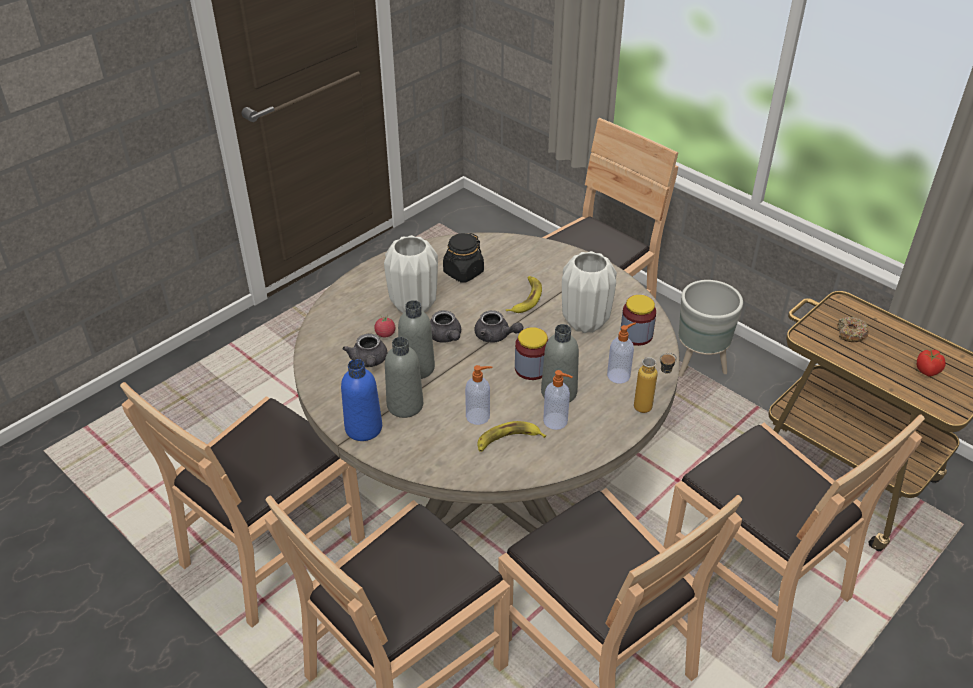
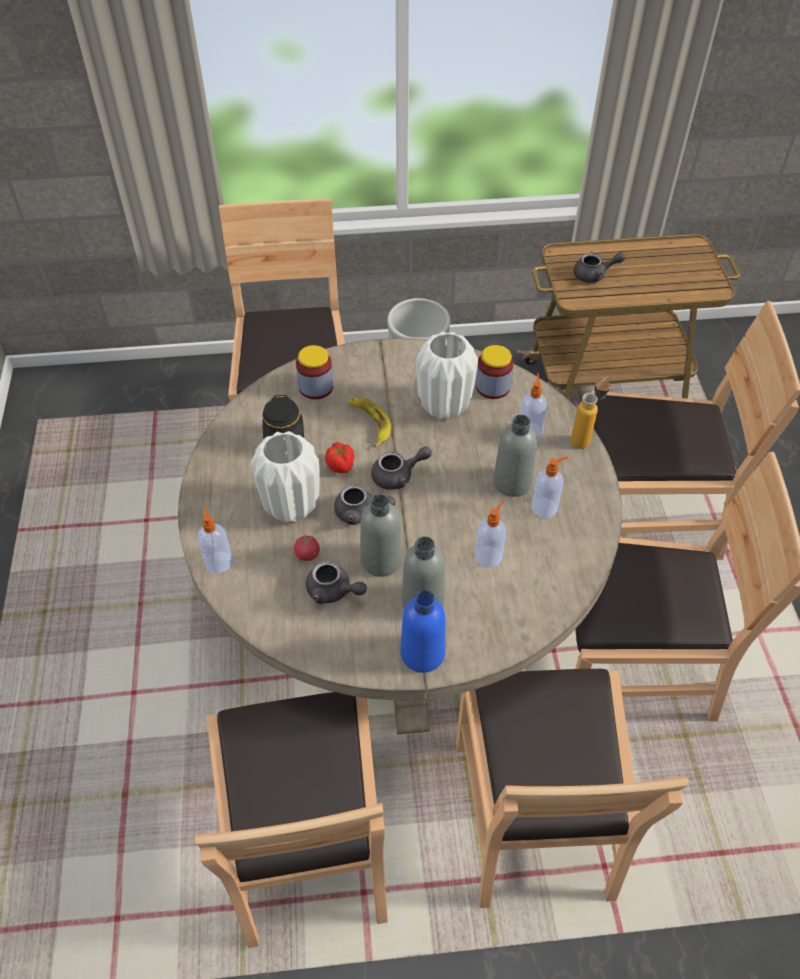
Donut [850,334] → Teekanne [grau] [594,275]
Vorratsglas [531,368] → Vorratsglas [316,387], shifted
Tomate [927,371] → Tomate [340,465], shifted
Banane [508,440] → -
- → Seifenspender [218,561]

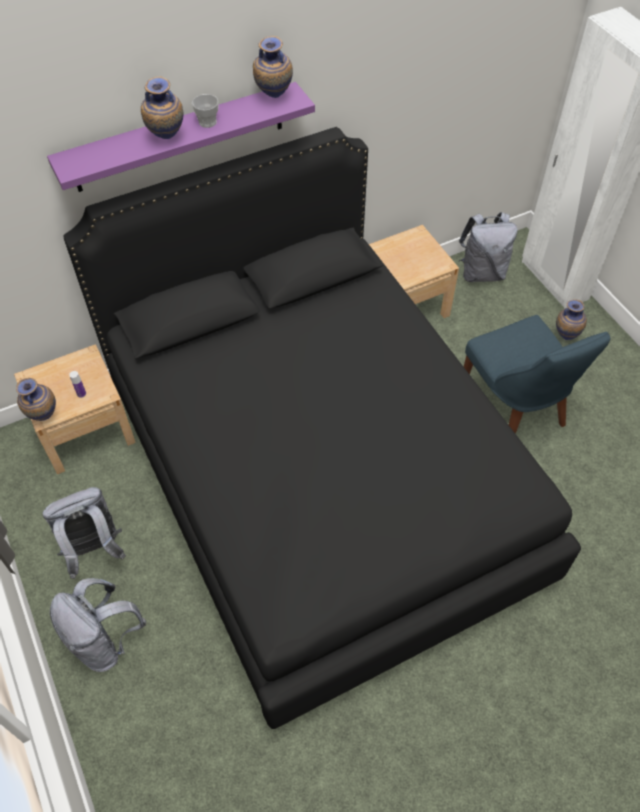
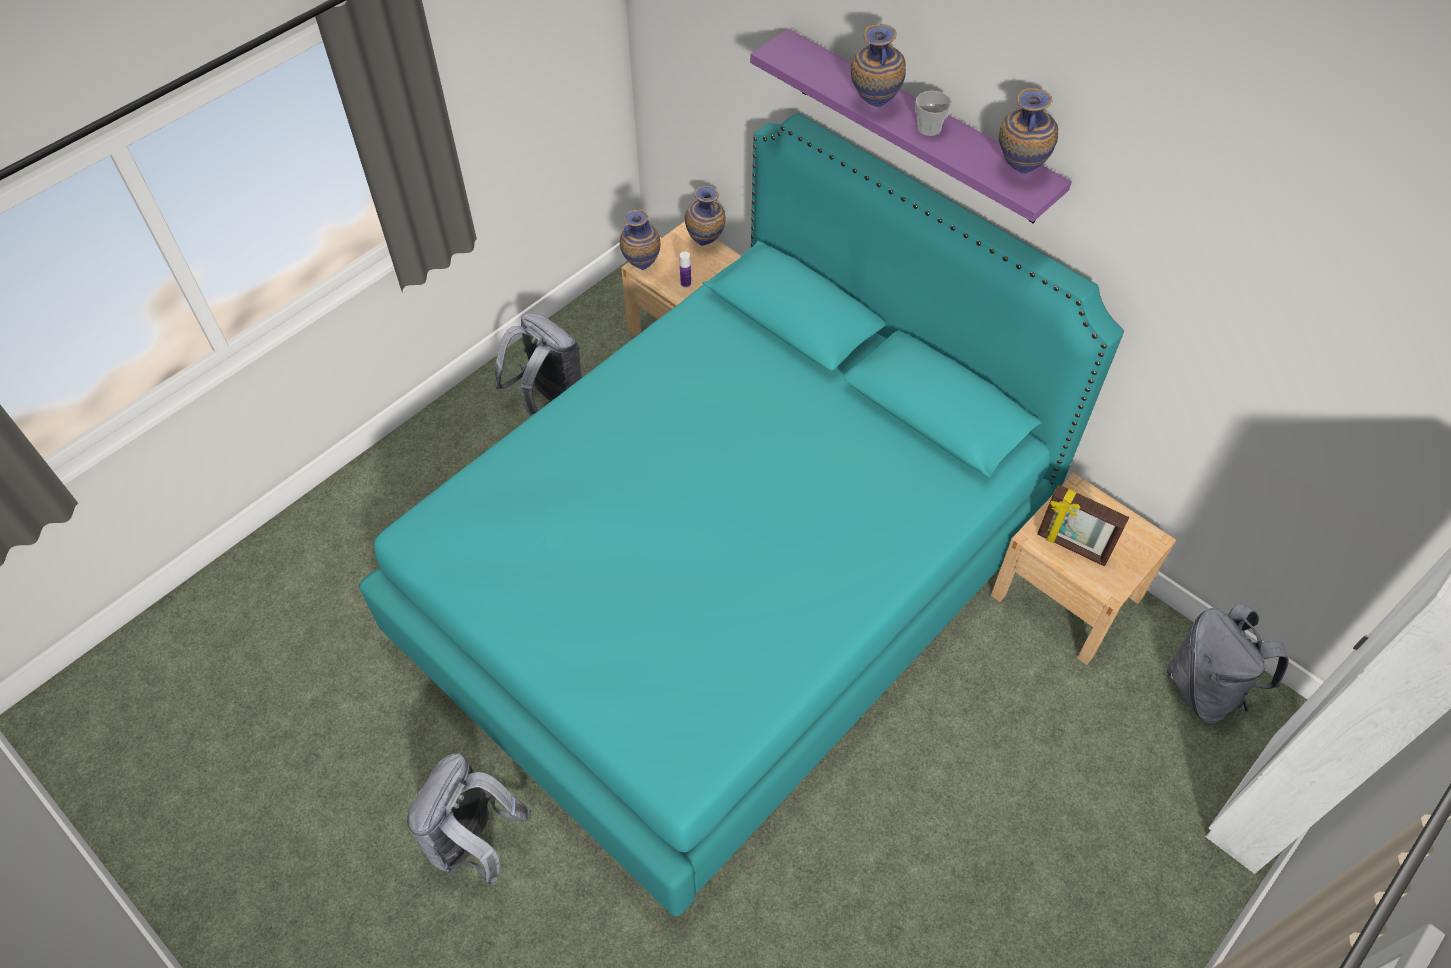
Bett [schwarz] [319,479] → Bett [türkis] [726,583]
Vase [565,336] → Vase [706,243], shifted
Stuhl [blau] [514,409] → -
Rucksack [grau] [105,641] → Rucksack [grau] [475,842], shifted
- → Bilderrahmen [1072,547]

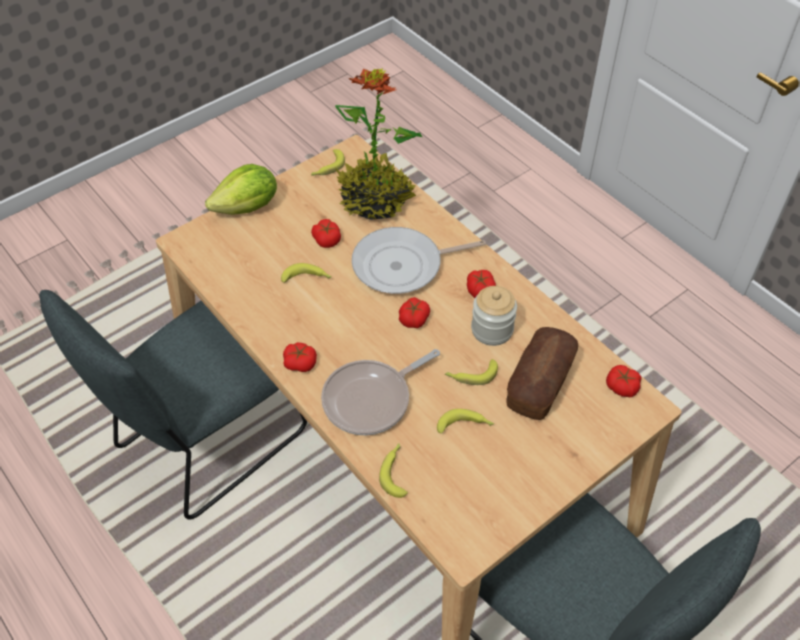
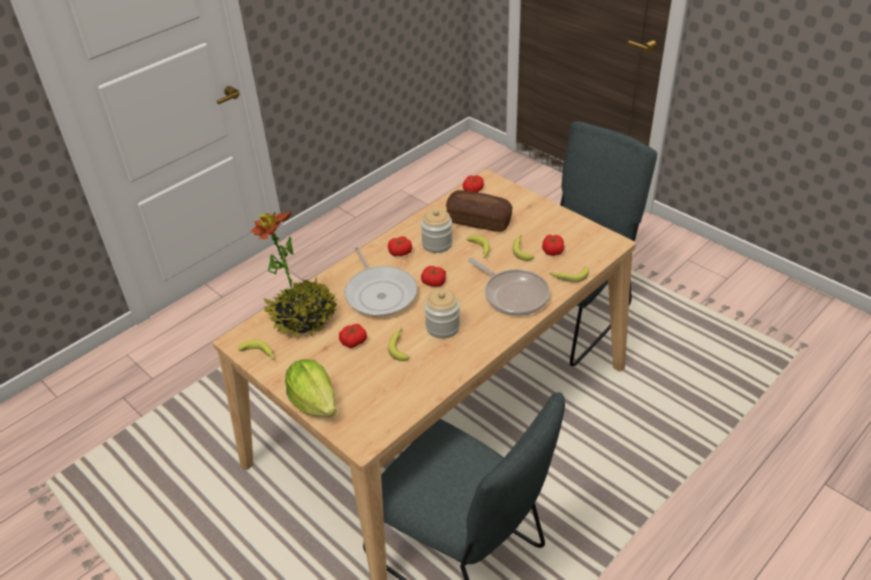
Tomate [300,363] → Tomate [552,250], shifted
- → Vorratsglas [443,327]

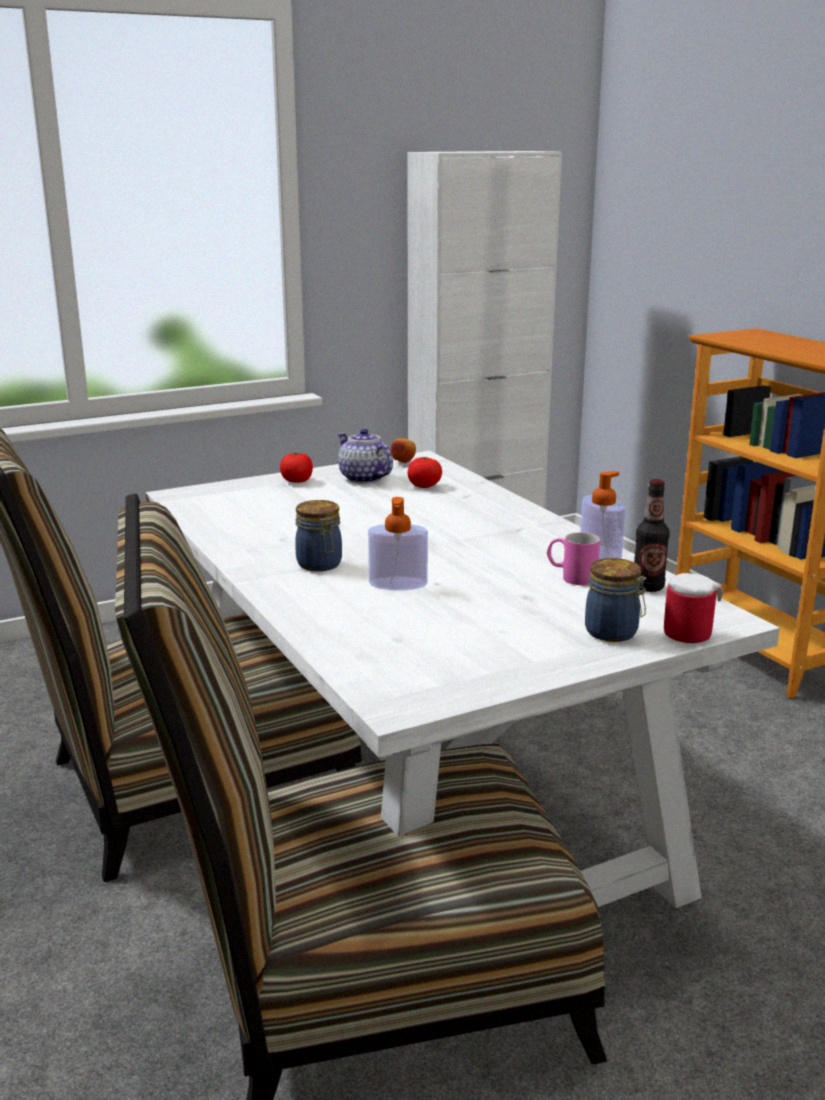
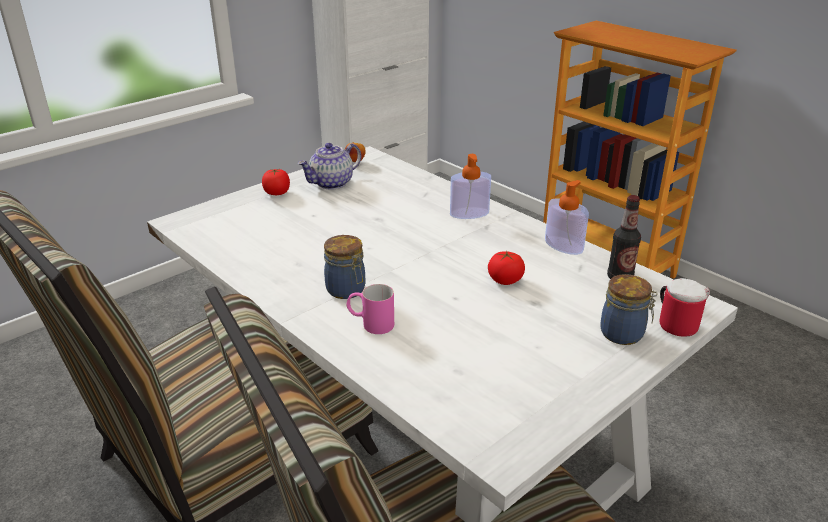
Teekanne [363,478] → Teekanne [331,183], 75 degrees counterclockwise
Tomate [424,486] → Tomate [505,280], shifted
Seifenspender [398,584] → Seifenspender [469,213], shifted
Henkelbecher [rosa] [571,577] → Henkelbecher [rosa] [370,324], shifted

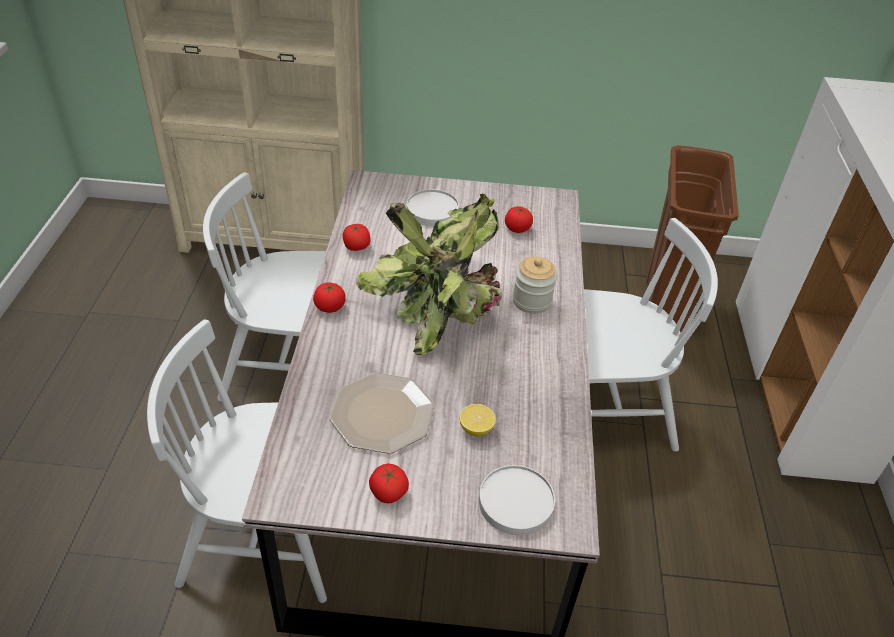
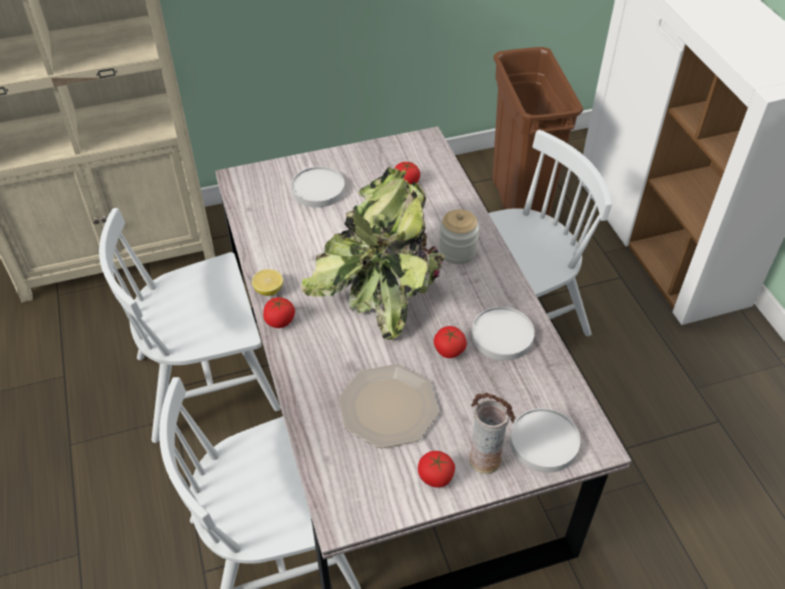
Tomate [356,247] → Tomate [449,350], shifted
Zitrone [476,428] → Zitrone [268,290], shifted
- → Teller [weiß] [502,336]
- → Vase [485,459]

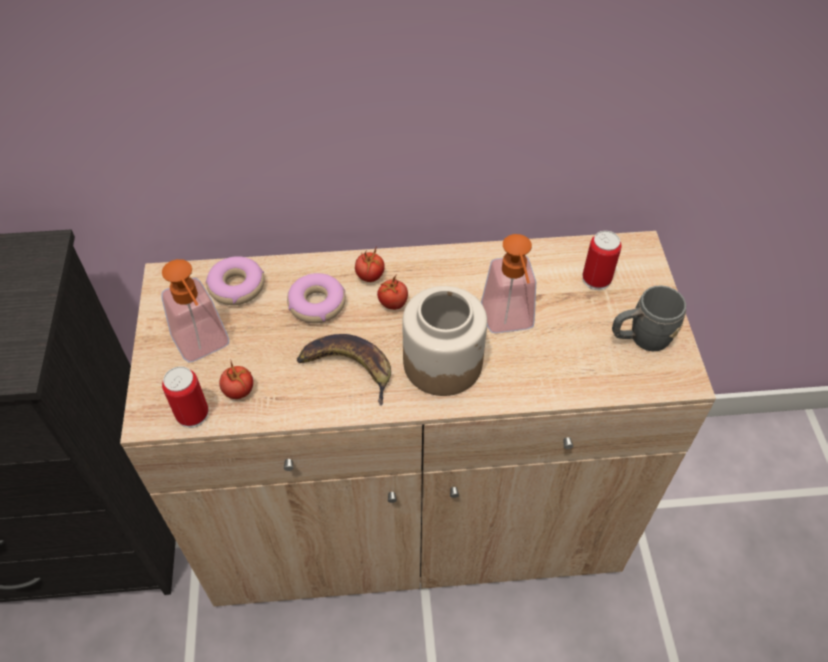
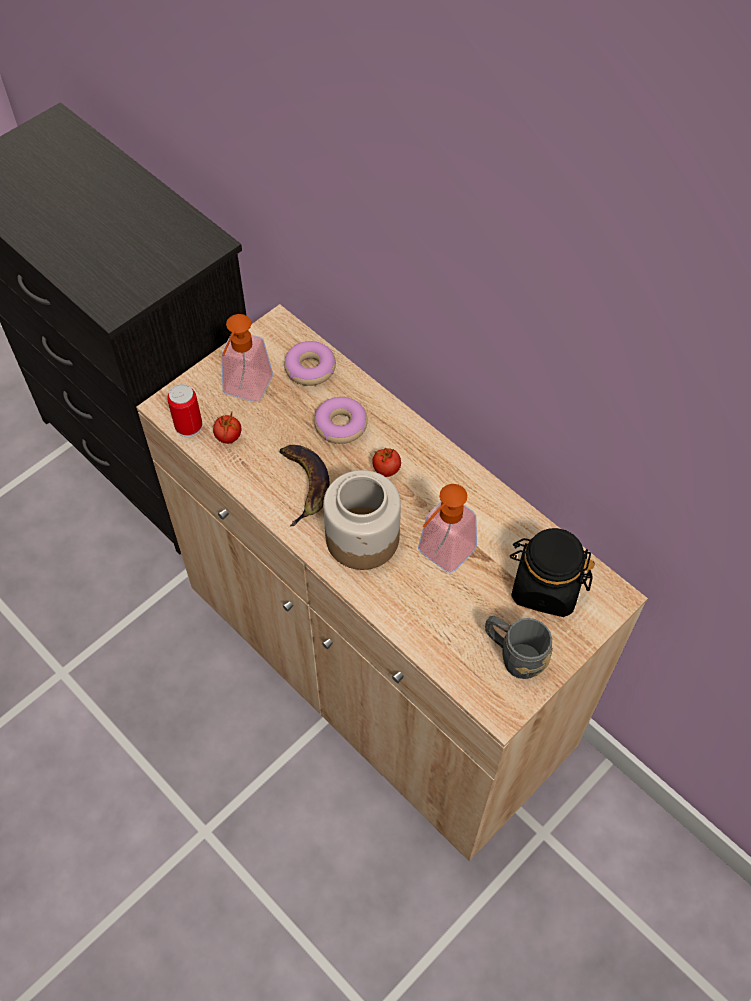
Dose [596,279] → Vorratsglas [schwarz] [545,587]
Tomate [370,276] → -

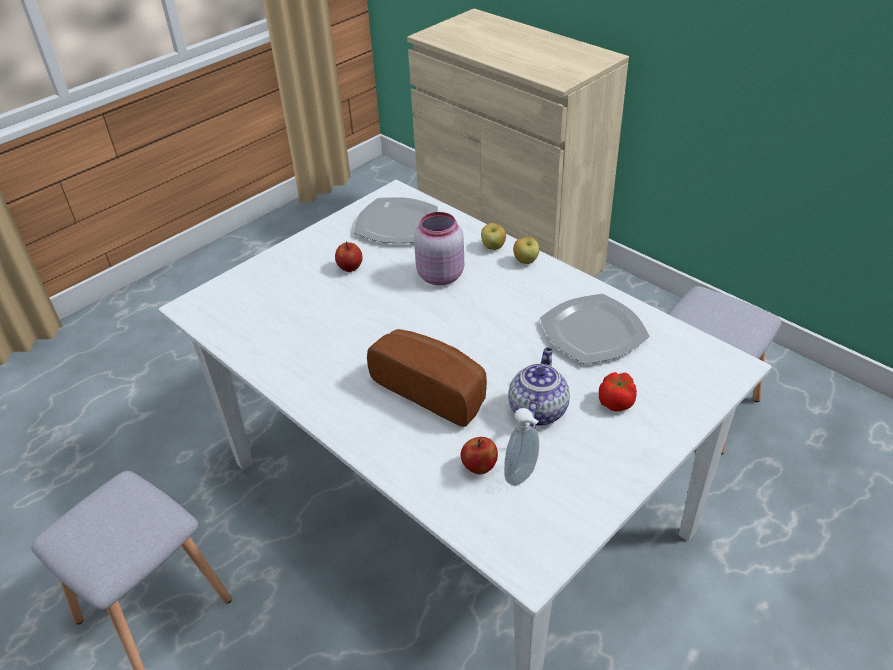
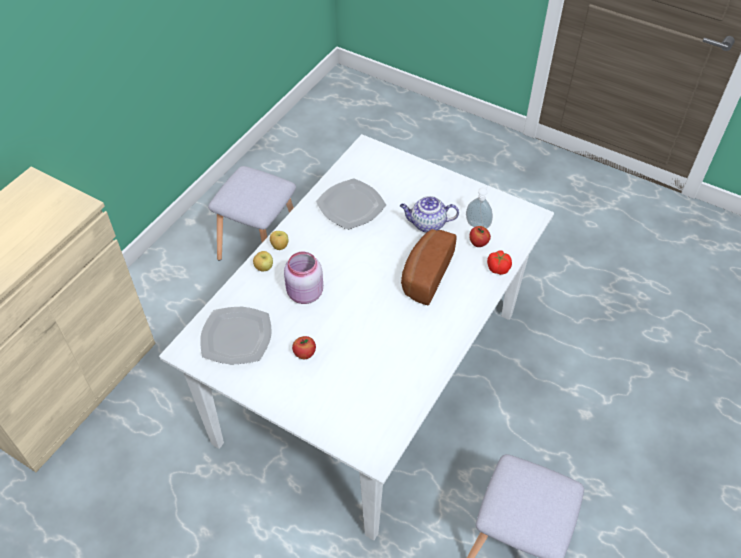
Tomate [616,402] → Tomate [498,268], shifted

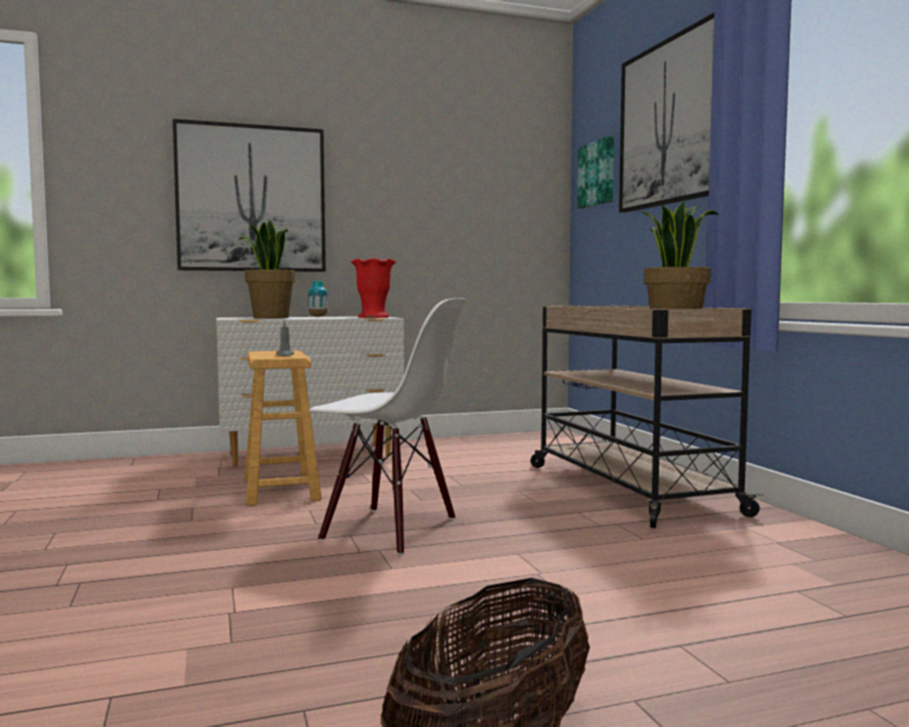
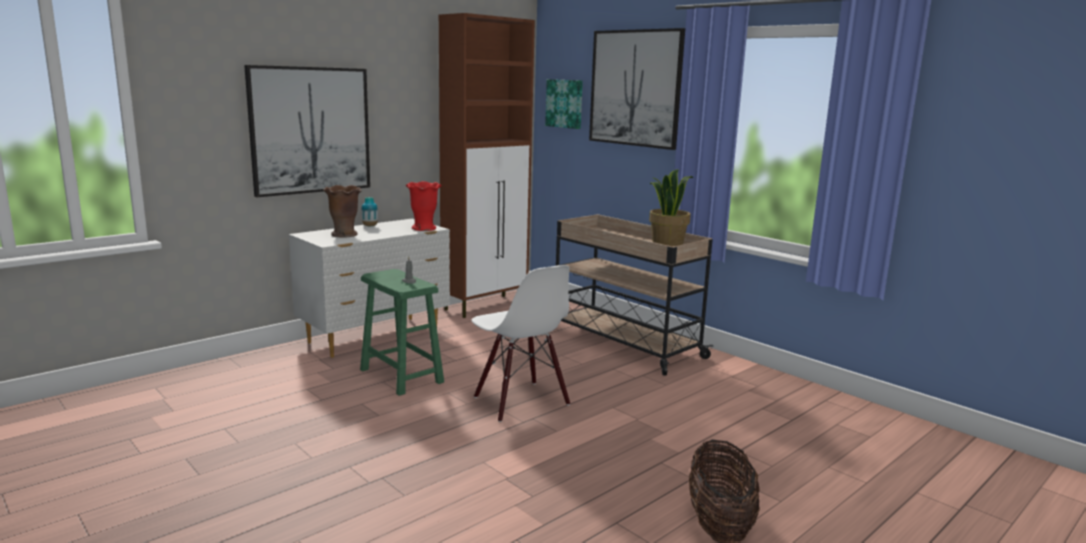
Topfpflanze [270,317] → Vase [braun] [344,235]
Stuhl [weiß] [389,530] → Stuhl [weiß] [520,401], 60 degrees clockwise
Hocker [braun] [281,489] → Hocker [grün] [401,376]
- → Schrank [braun] [486,306]

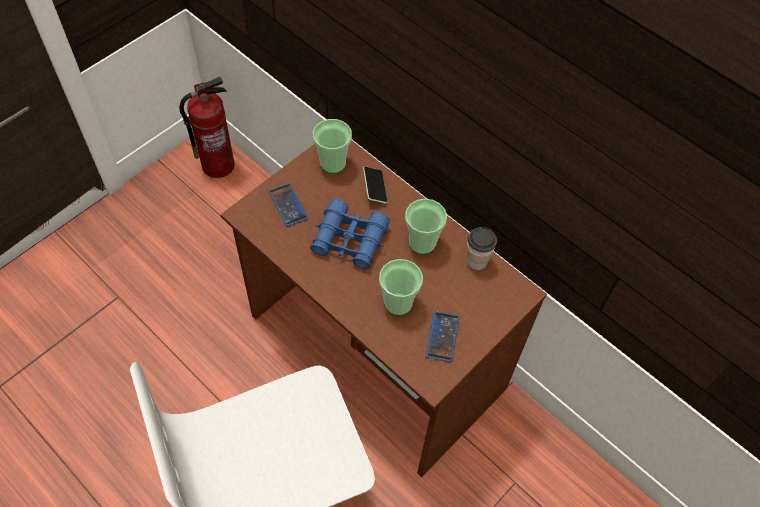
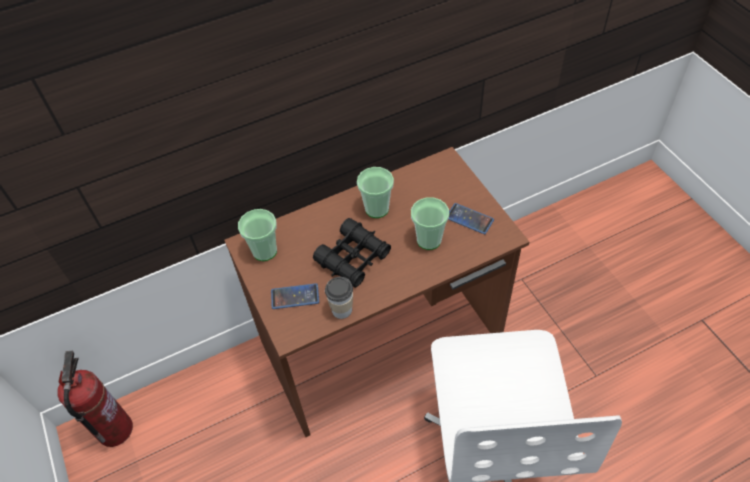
Handy [375,188] → -
Fernglas [blau] [350,240] → Fernglas [schwarz] [353,258]
Tasse [477,261] → Tasse [342,310], shifted

